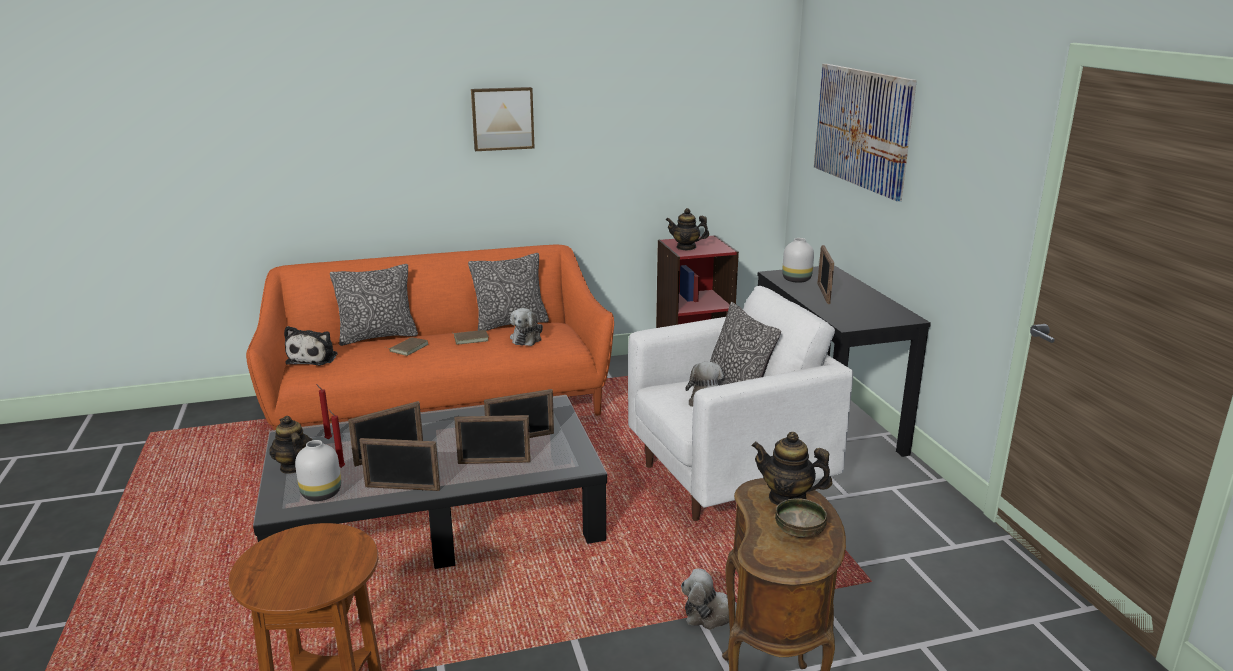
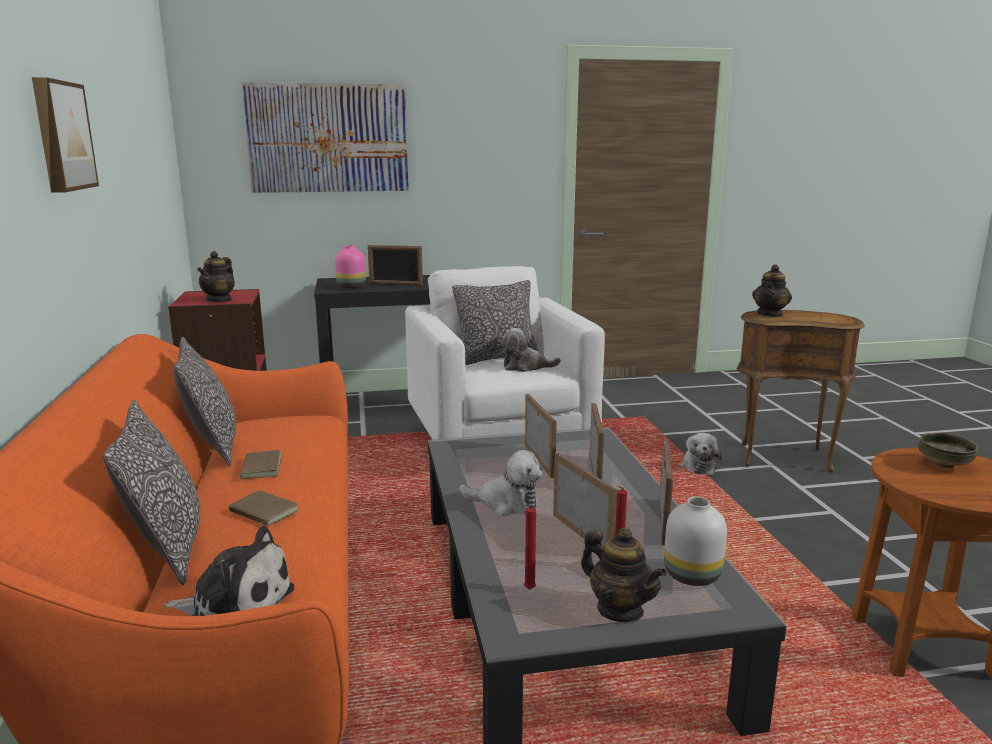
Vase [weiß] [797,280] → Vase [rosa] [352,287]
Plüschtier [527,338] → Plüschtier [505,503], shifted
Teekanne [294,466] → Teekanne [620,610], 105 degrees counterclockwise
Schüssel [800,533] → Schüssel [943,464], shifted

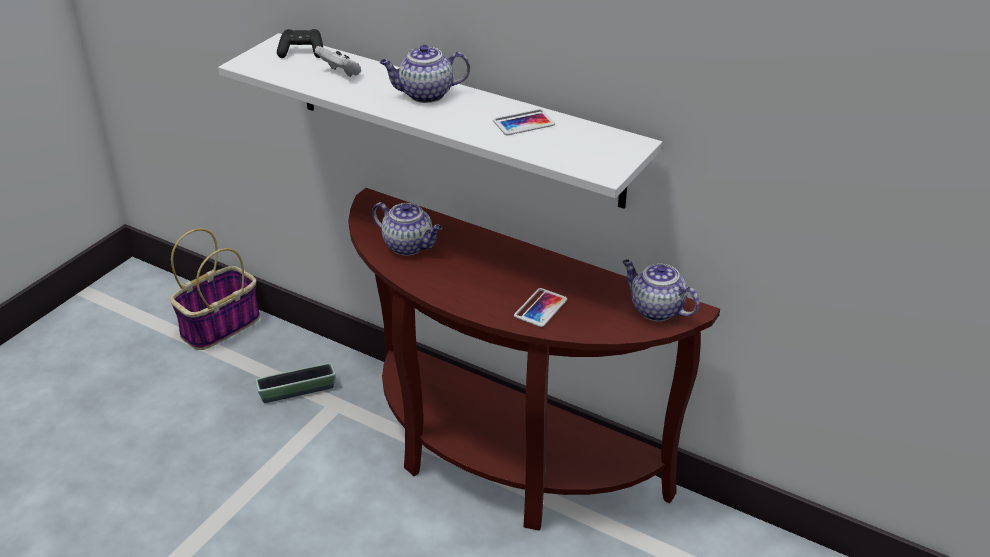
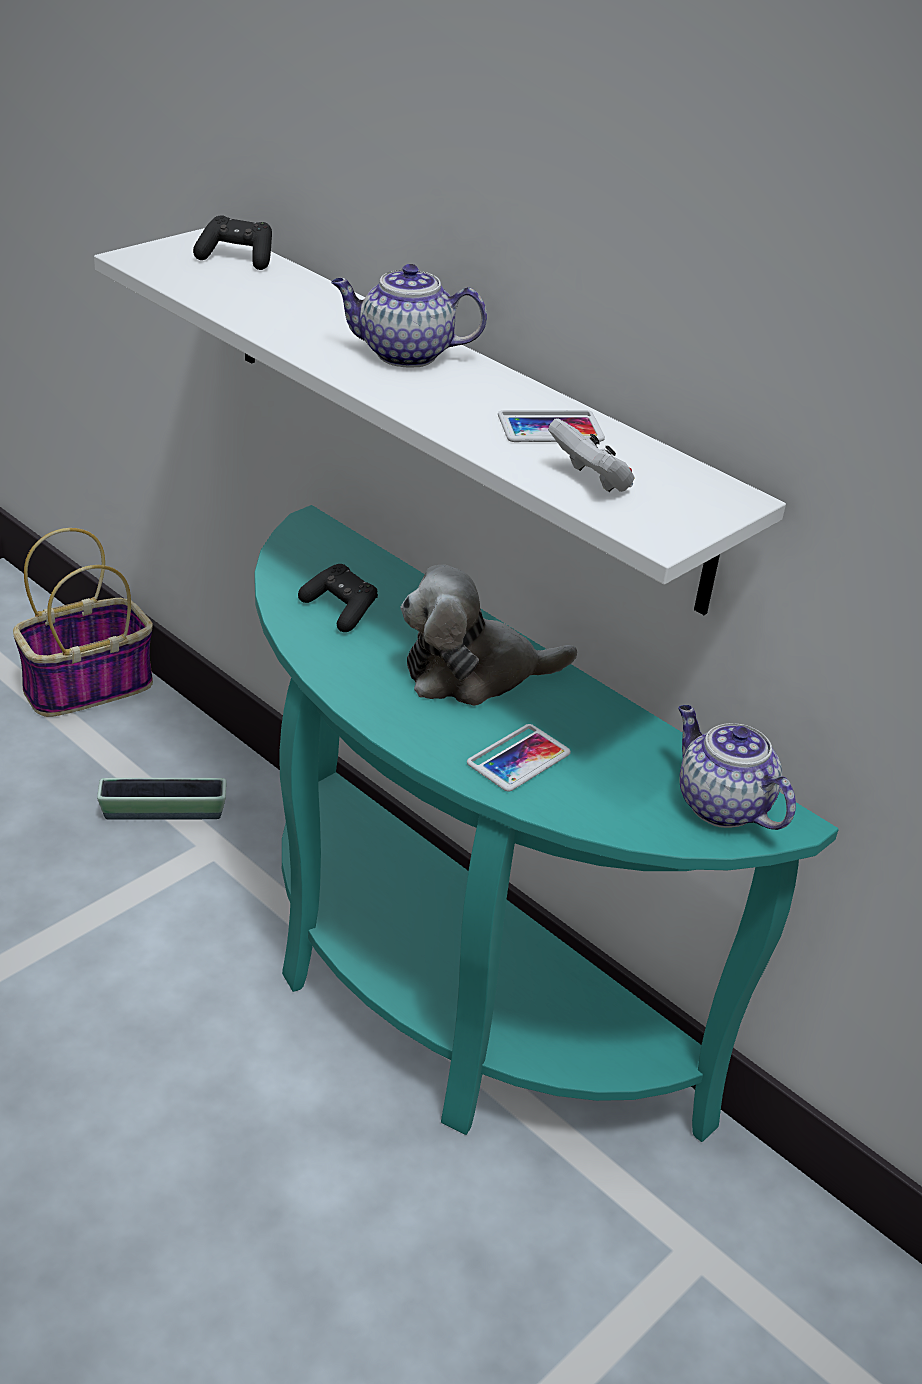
Gamepad [weiß] [340,73] → Gamepad [weiß] [590,481], shifted
Konsolentisch [braun] [500,460] → Konsolentisch [türkis] [441,998]
Teekanne [409,246] → Gamepad [schwarz] [340,610]
- → Plüschtier [474,673]

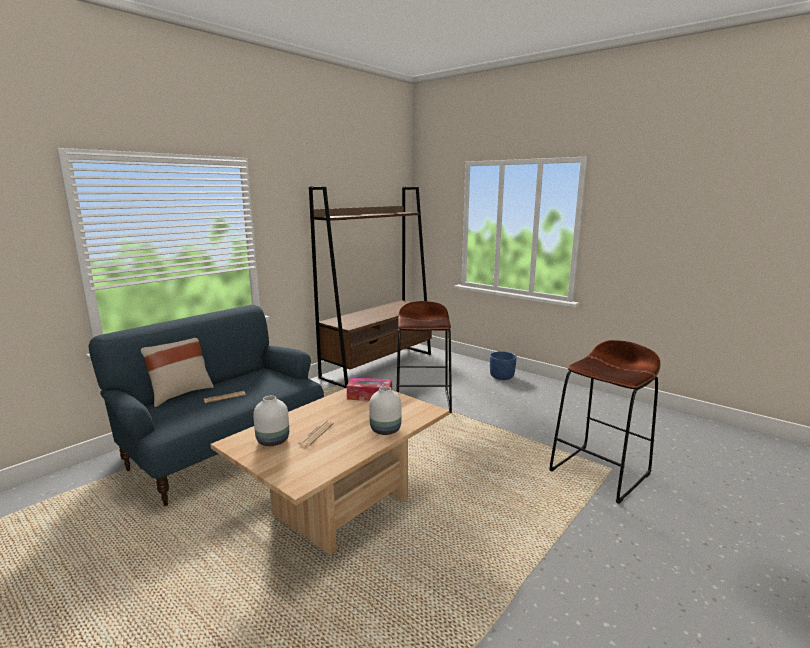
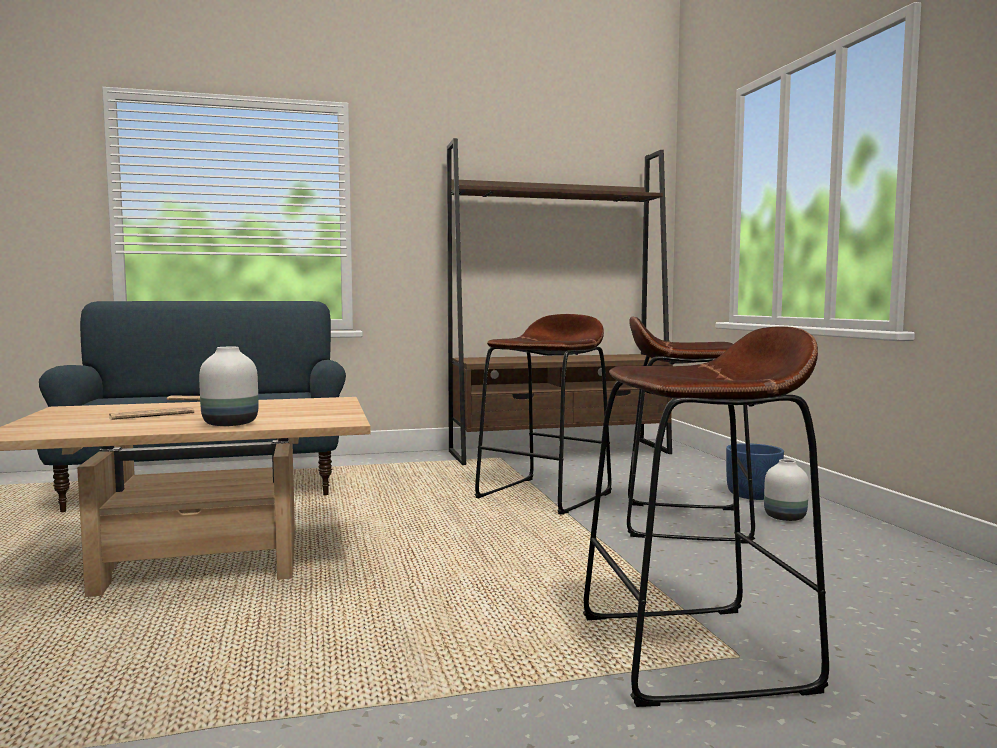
Kissen [beige] [180,394] → -
Taschentuchbox [369,396] → -
Vase [weiß] [274,440] → Vase [weiß] [786,517], shifted
- → Hocker [braun] [685,522]

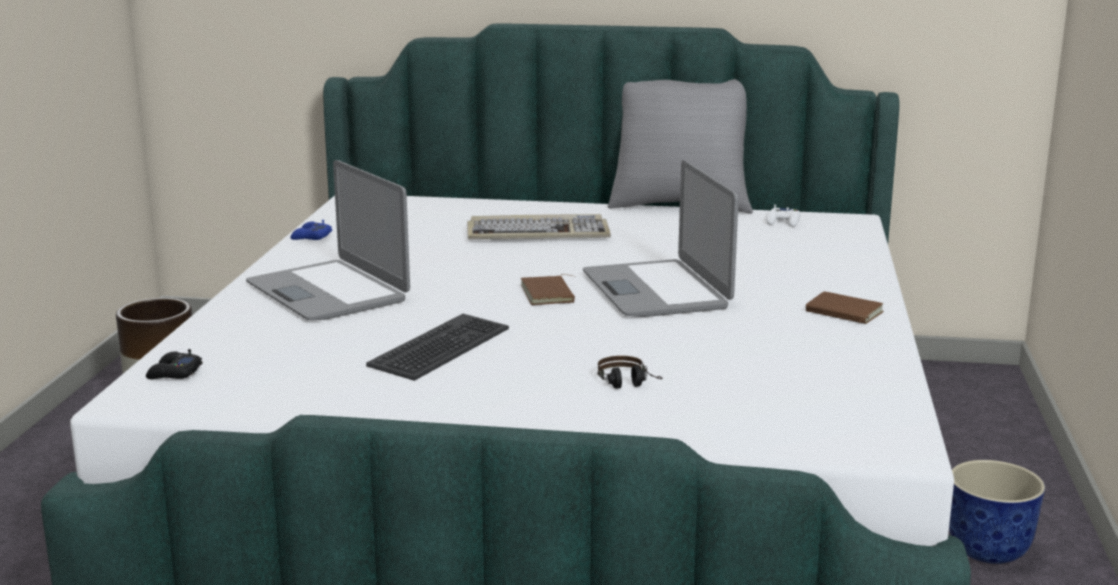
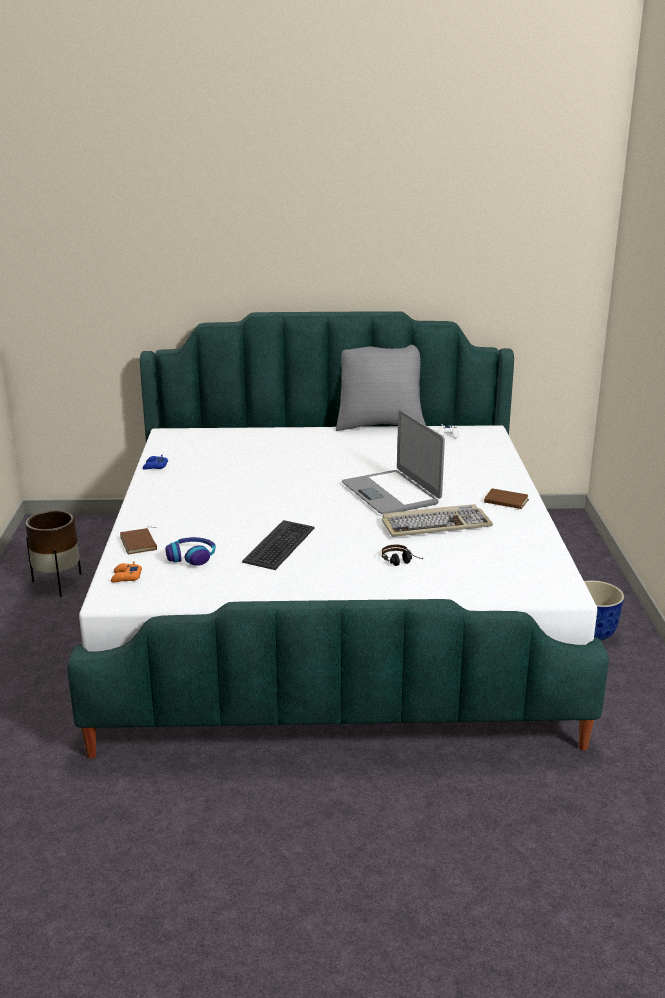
Laptop [328,292] → -
Tastatur [538,233] → Tastatur [436,525], shifted
Buch [braun] [549,294] → Buch [braun] [140,543], shifted
Gamepad [schwarz] [174,373] → Gamepad [orange] [126,577]
- → Kopfhörer [191,557]

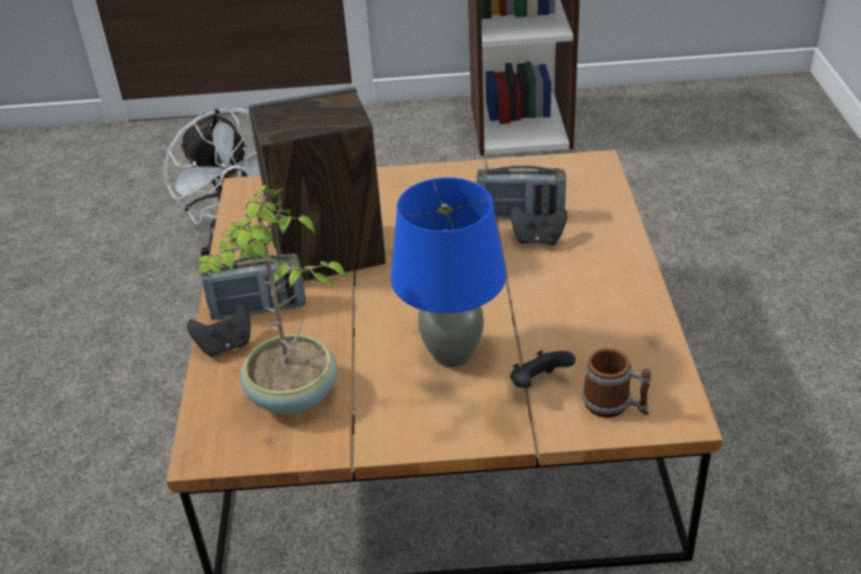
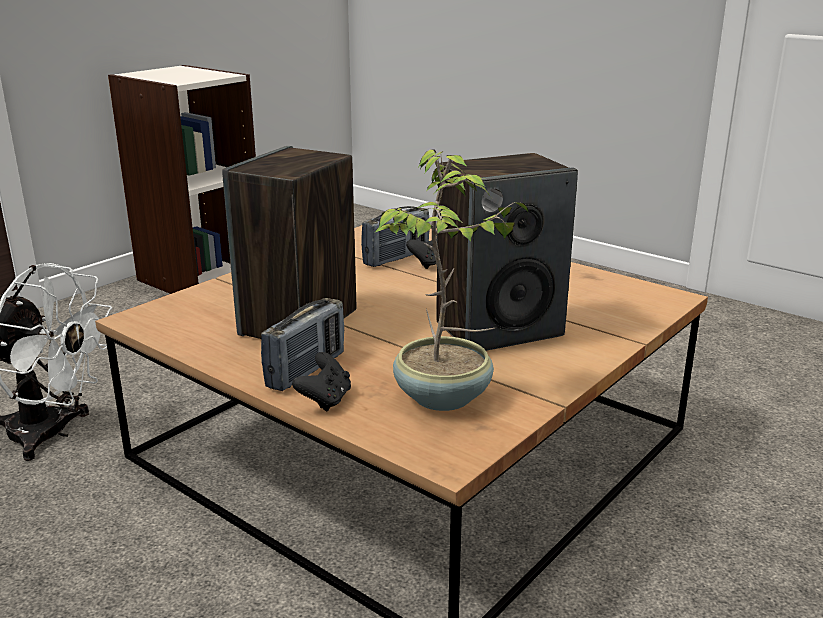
Tischlampe [blau] [452,353] → Lautsprecher [499,329]
Henkelbecher [615,405] → -
Gamepad [schwarz] [538,384] → -

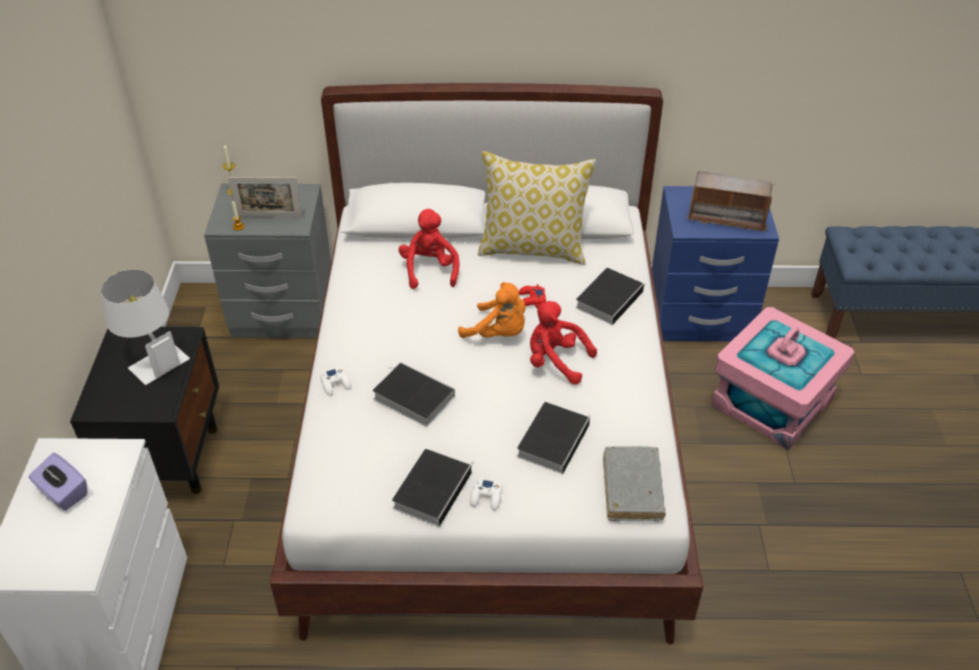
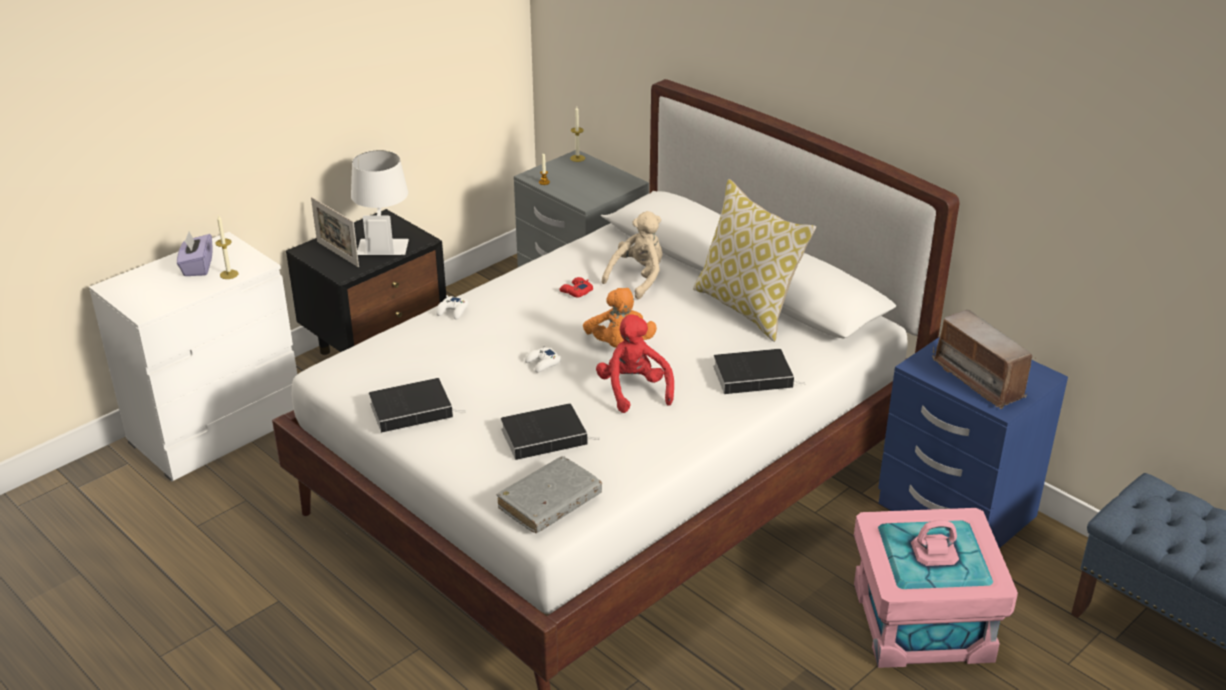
Bilderrahmen [269,216] → Bilderrahmen [337,254], shifted
Plüschtier [rot] [429,270] → Plüschtier [beige] [638,279]
Gamepad [rot] [531,299] → Gamepad [rot] [576,291], shifted
Buch [411,397] → -
Gamepad [weiß] [486,497] → Gamepad [weiß] [542,363], shifted
- → Kerze [229,274]

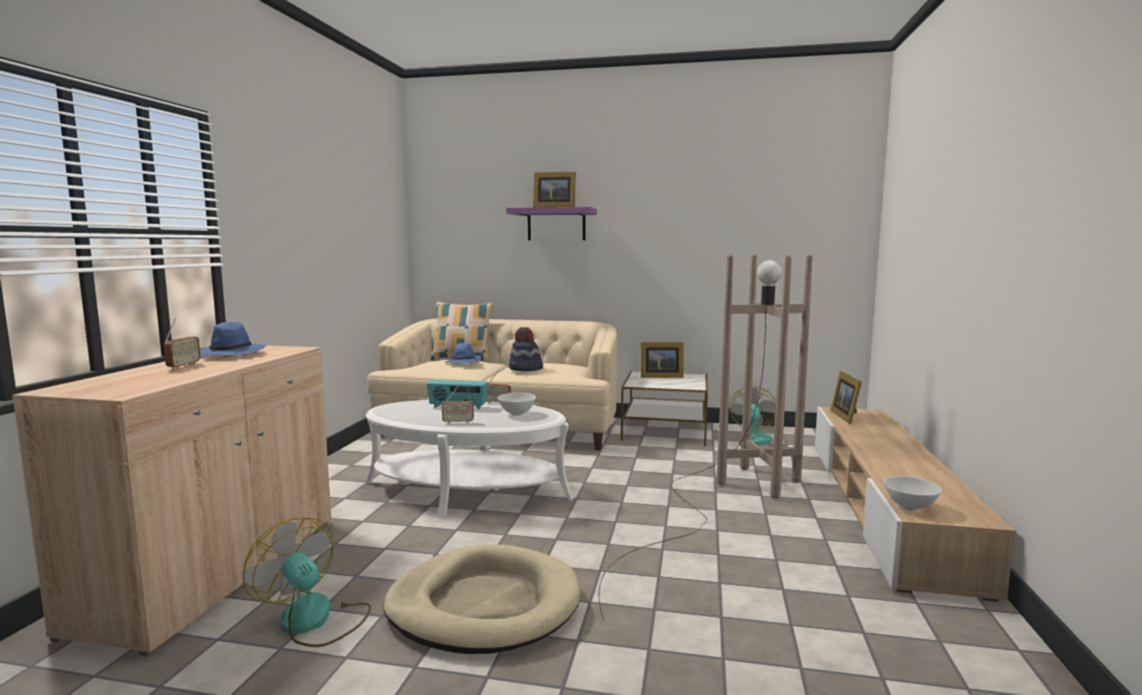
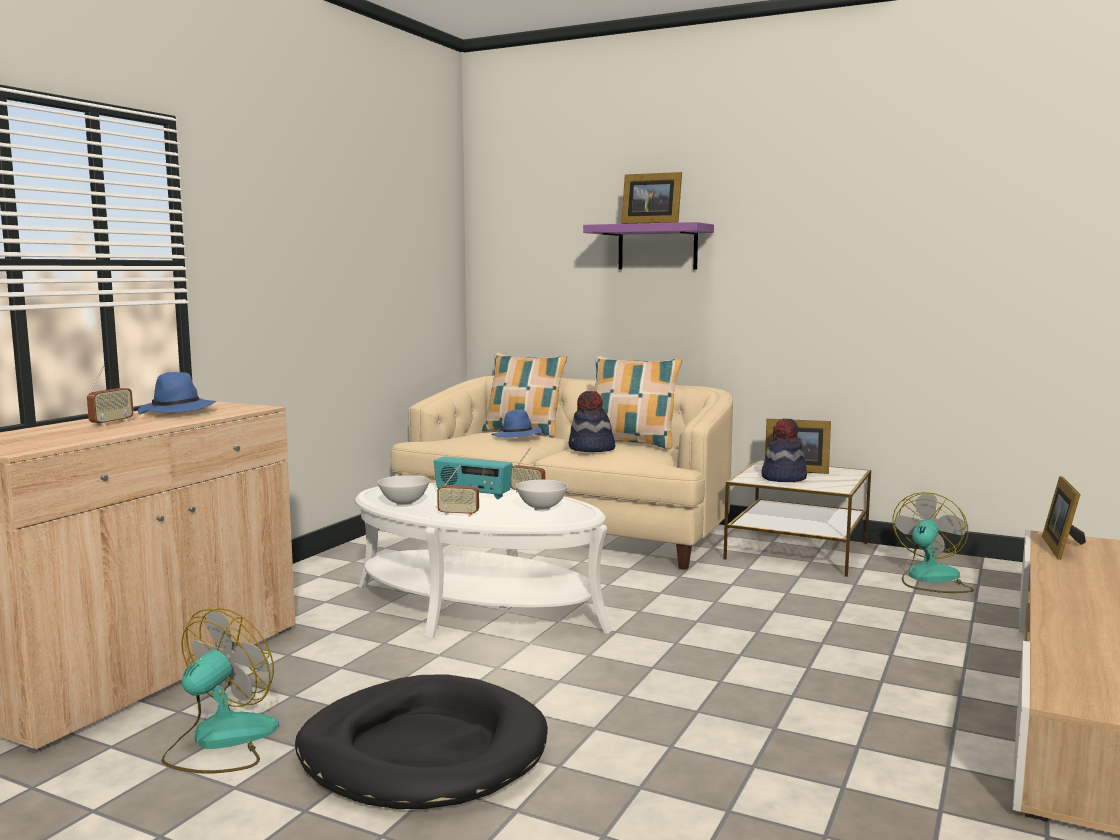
Stehlampe [braun] [719,501] → -
Schüssel [weiß] [909,507] → Schüssel [weiß] [404,504], shifted
Ventilator [314,621] → Ventilator [220,742], 60 degrees clockwise
Hundebett [beige] [484,605] → Hundebett [schwarz] [423,751]
- → Kissen [631,444]
- → Hut [783,478]

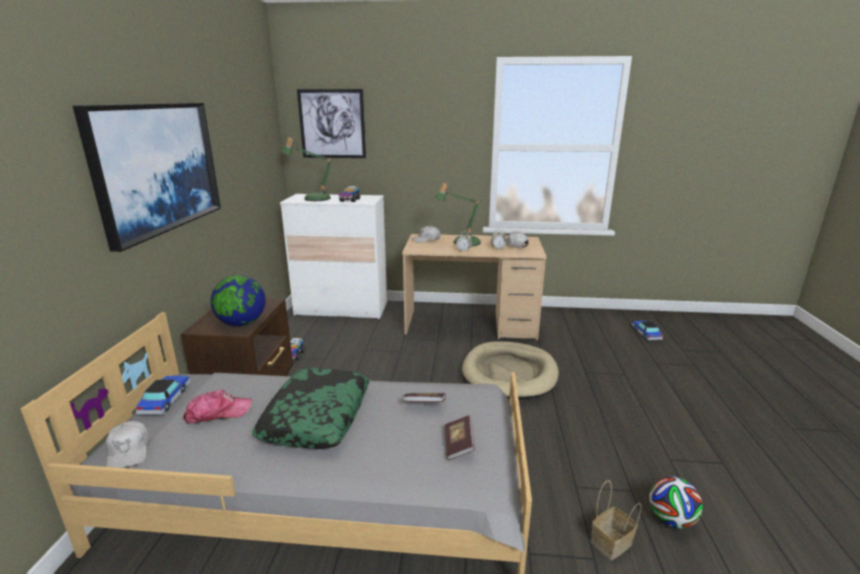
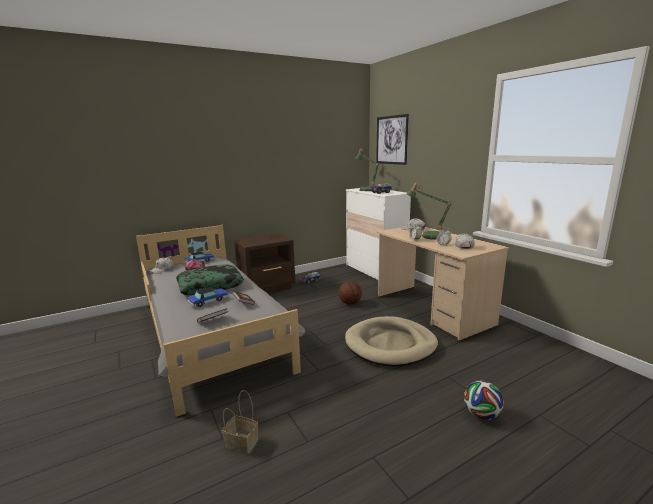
Bild [157,168] → -
Globus [242,323] → -
Spielzeugauto [646,333] → Spielzeugauto [208,301], shifted
Fußball [670,519] → Fußball [481,414], shifted
- → Basketball [350,303]

